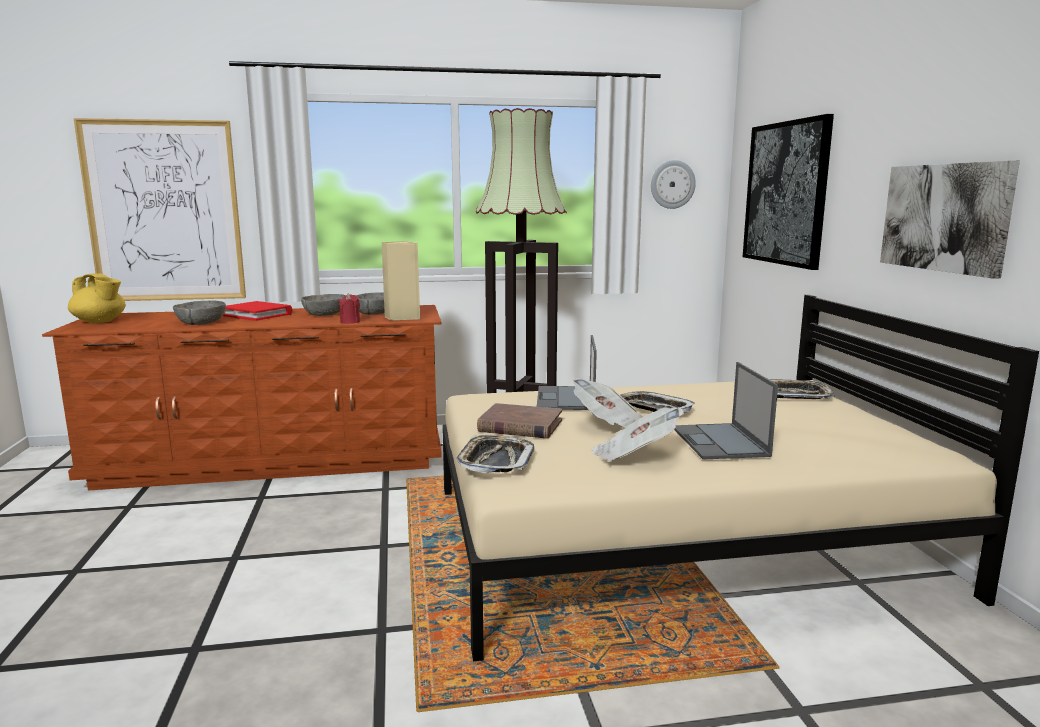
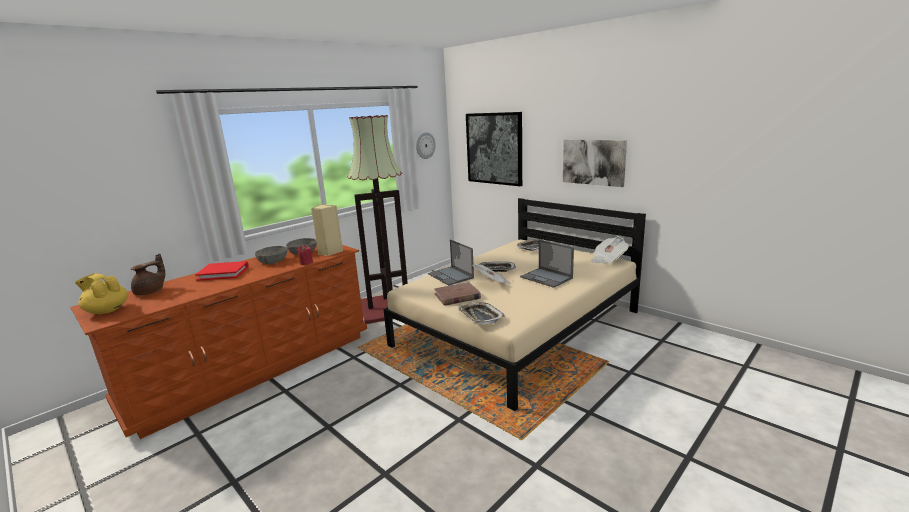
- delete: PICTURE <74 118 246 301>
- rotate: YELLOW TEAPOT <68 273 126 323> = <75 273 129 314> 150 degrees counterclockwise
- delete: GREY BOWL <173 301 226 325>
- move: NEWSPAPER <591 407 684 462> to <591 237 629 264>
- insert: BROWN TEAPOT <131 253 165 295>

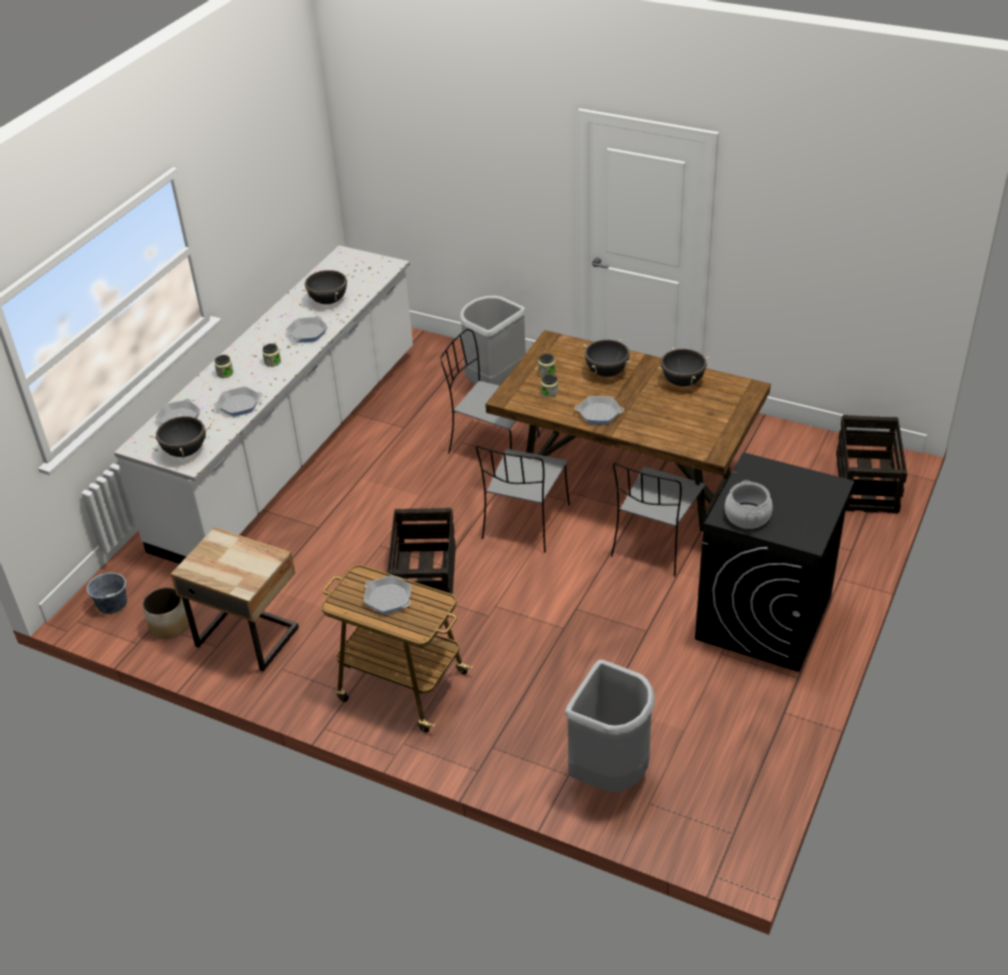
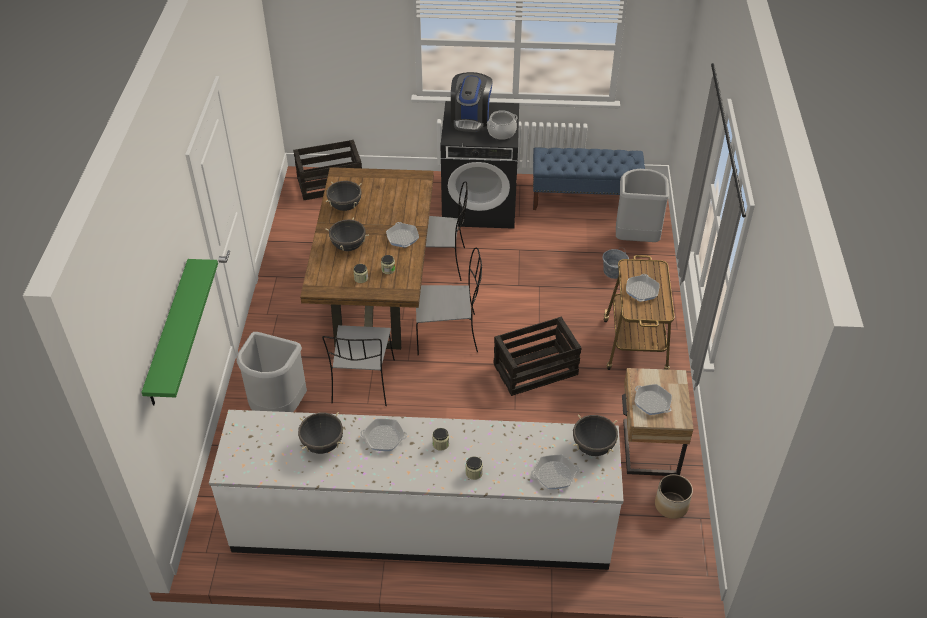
- move: FRYING PAN <214 387 262 416> to <635 384 672 415>
- move: GREY BUCKET <86 567 127 614> to <603 249 629 279>
- insert: COFFEE MACHINE <451 72 493 132>
- insert: BLUE BENCH <533 147 645 210>
- insert: GREEN SHELF <141 259 218 405>

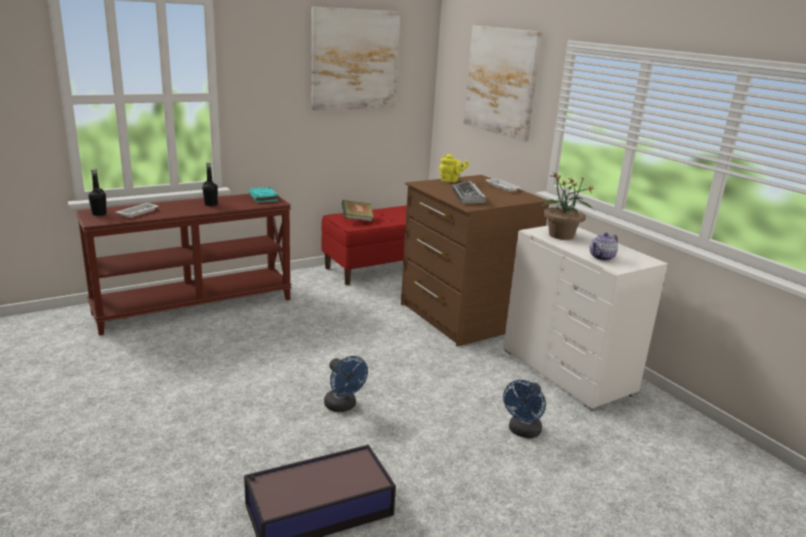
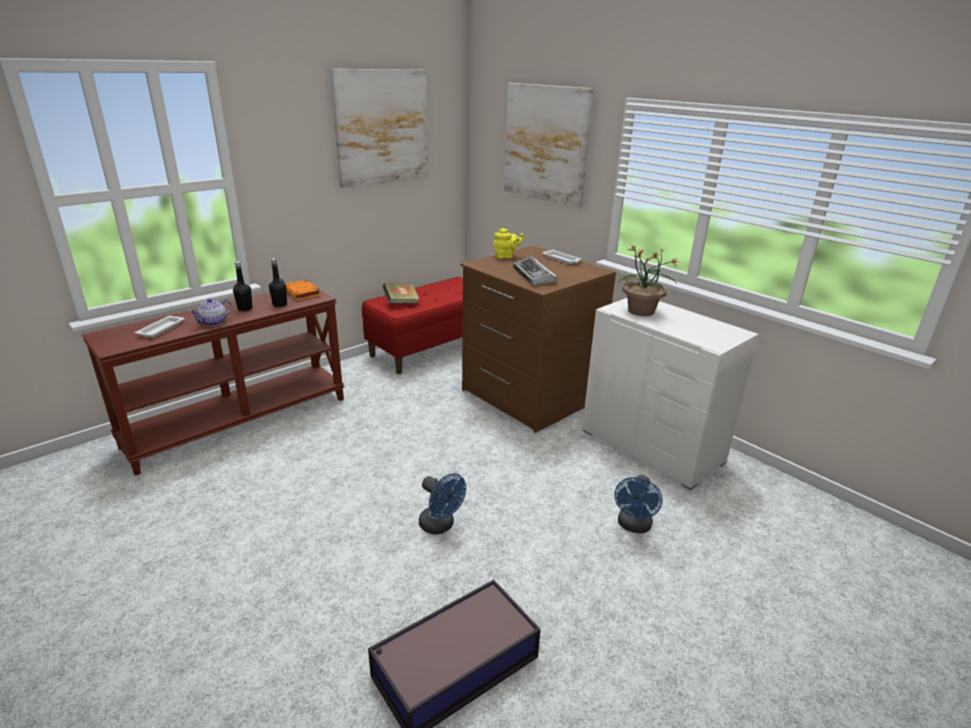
- move: BLACK BOTTLE <88 169 106 216> to <269 258 287 307>
- recolor: TURQUOISE BOOK <248 187 279 202> to ORANGE BOOK <285 280 321 300>
- move: TEAPOT <590 232 618 261> to <189 298 232 326>

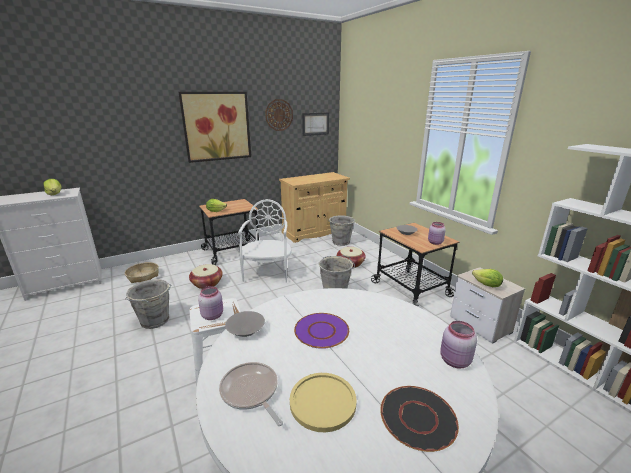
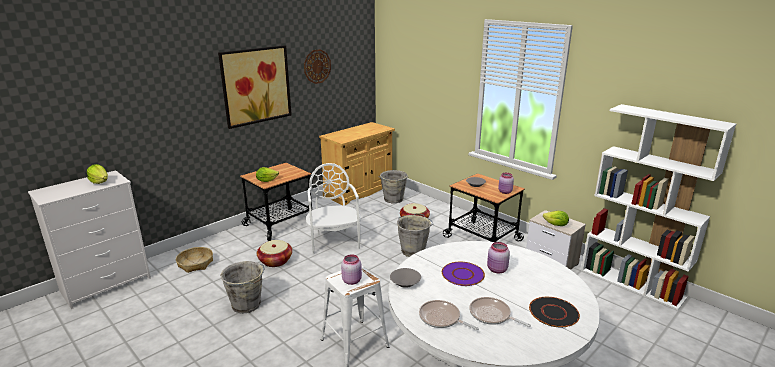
- delete: PICTURE <302 112 329 136>
- move: PINK JAR <440 321 477 369> to <487 242 510 274>
- replace: YELLOW PLATE <290 373 357 432> to FRYING PAN <469 297 531 327>

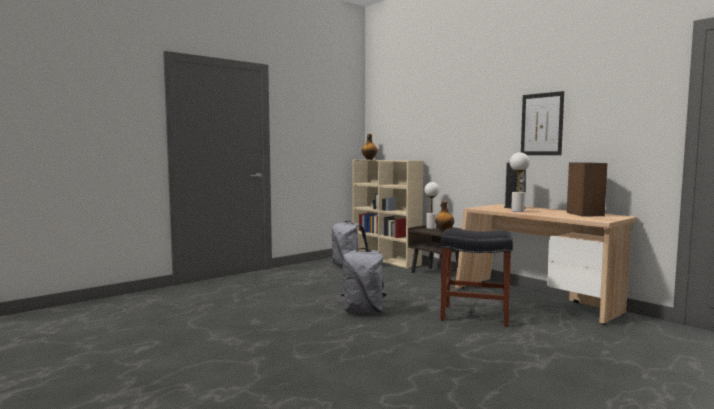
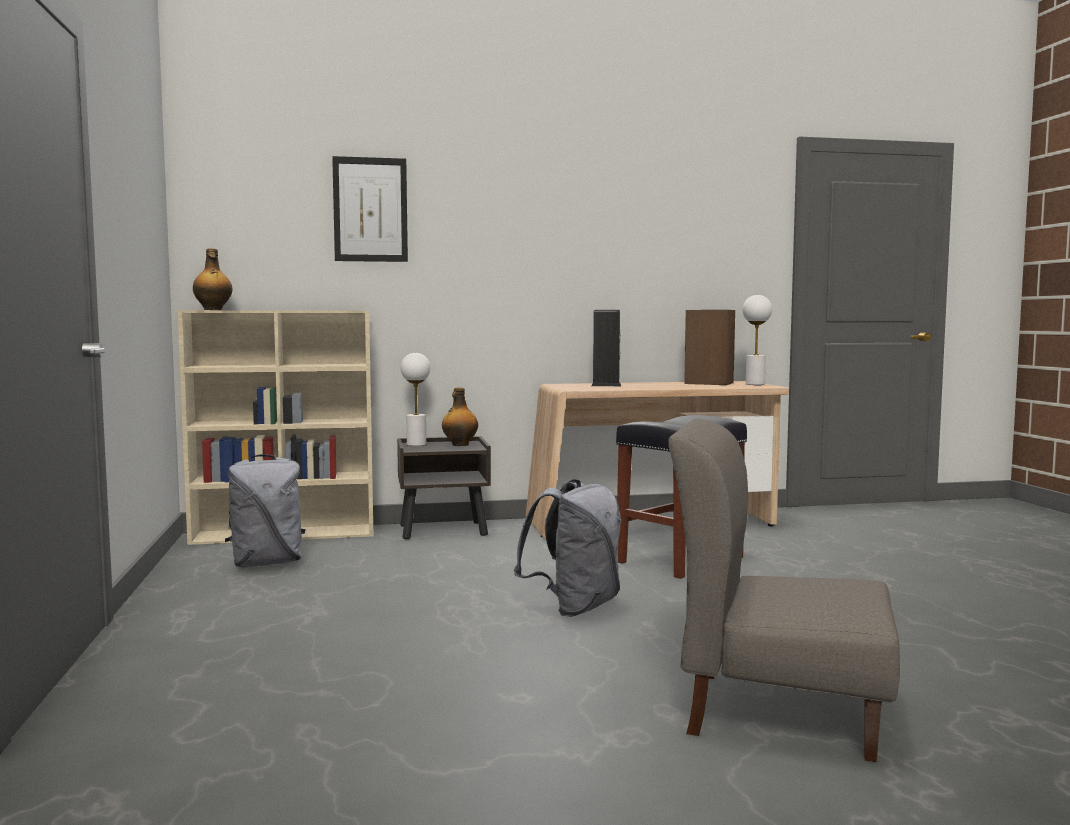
- move: PICTURE <521 91 564 155> to <332 156 408 262>
- move: WHITE TABLE LAMP <510 152 530 212> to <743 295 772 385>
- insert: GREY CHAIR <668 418 900 762>

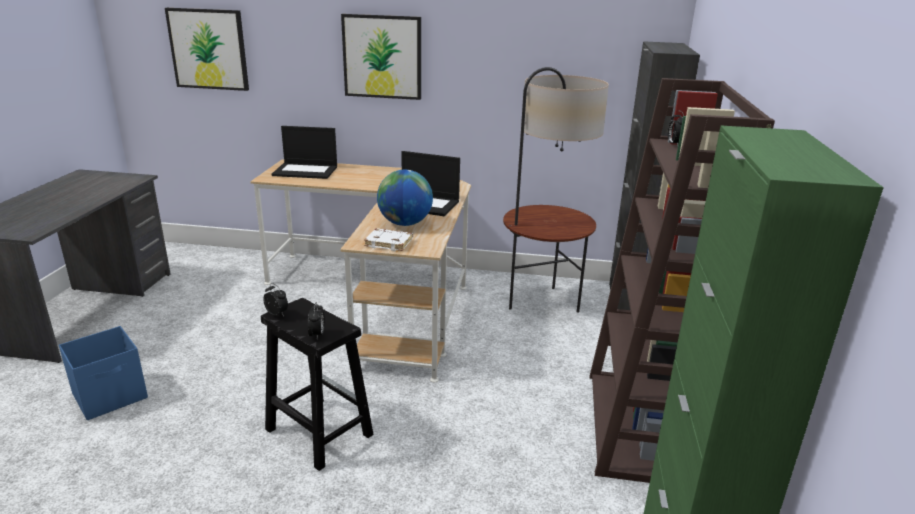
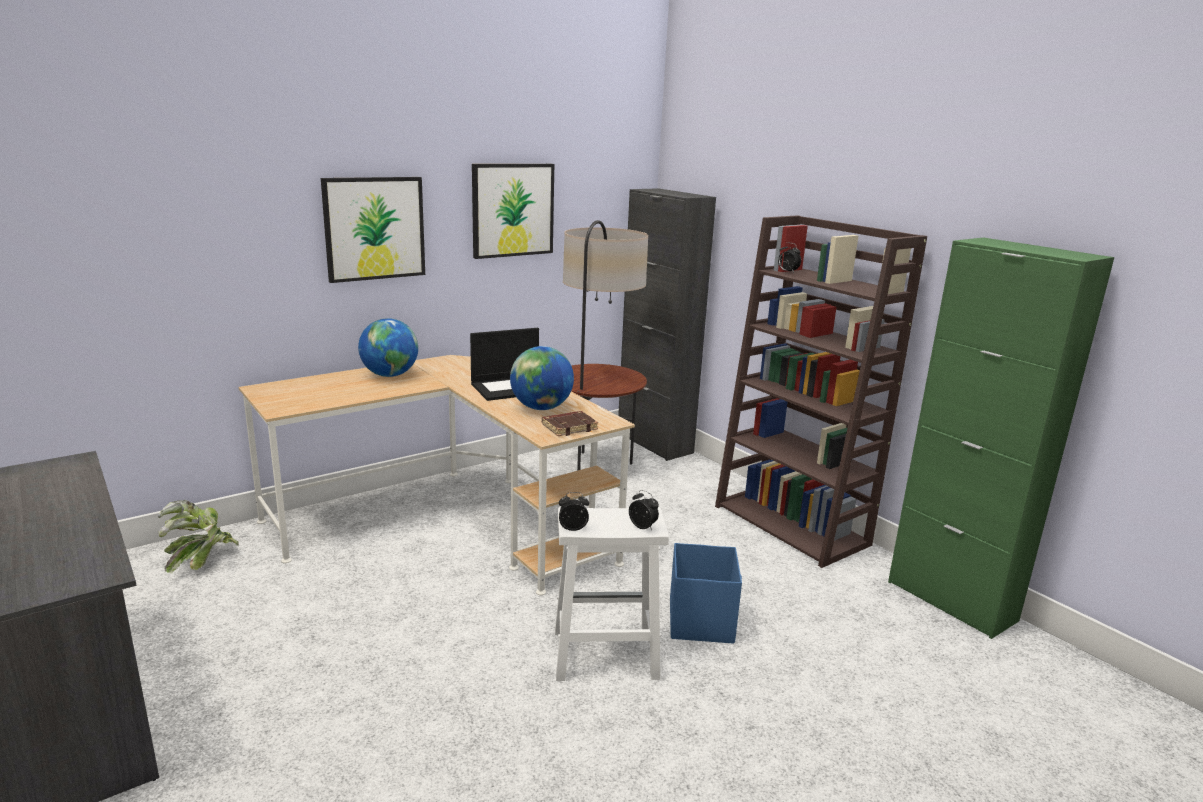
- move: PICTURE <165 8 249 91> to <472 164 554 259>
- delete: LAPTOP <271 126 337 179>
- recolor: WHITE BOOK <364 228 413 251> to BROWN BOOK <542 411 598 436>
- recolor: BLACK STOOL <261 298 373 471> to WHITE STOOL <555 507 669 681>
- move: BLUE STORAGE BOX <59 326 148 420> to <670 543 742 644>
- insert: GLOBE <358 318 418 377>
- insert: POTTED PLANT <158 500 239 573>

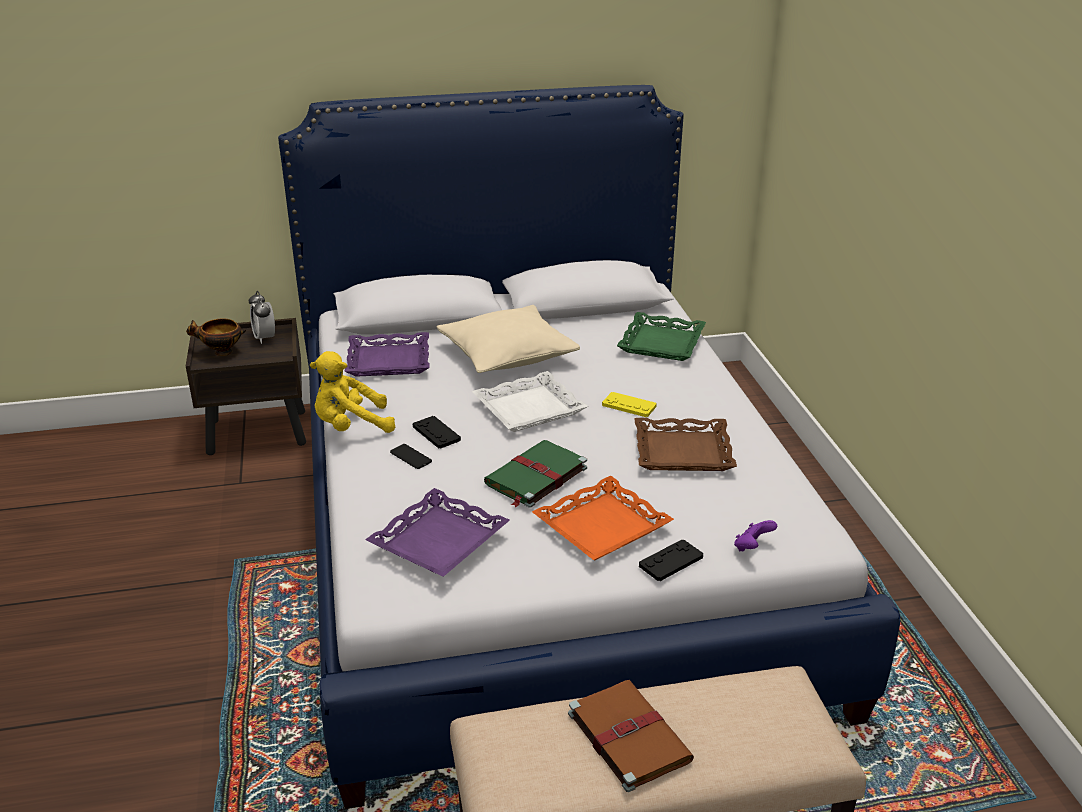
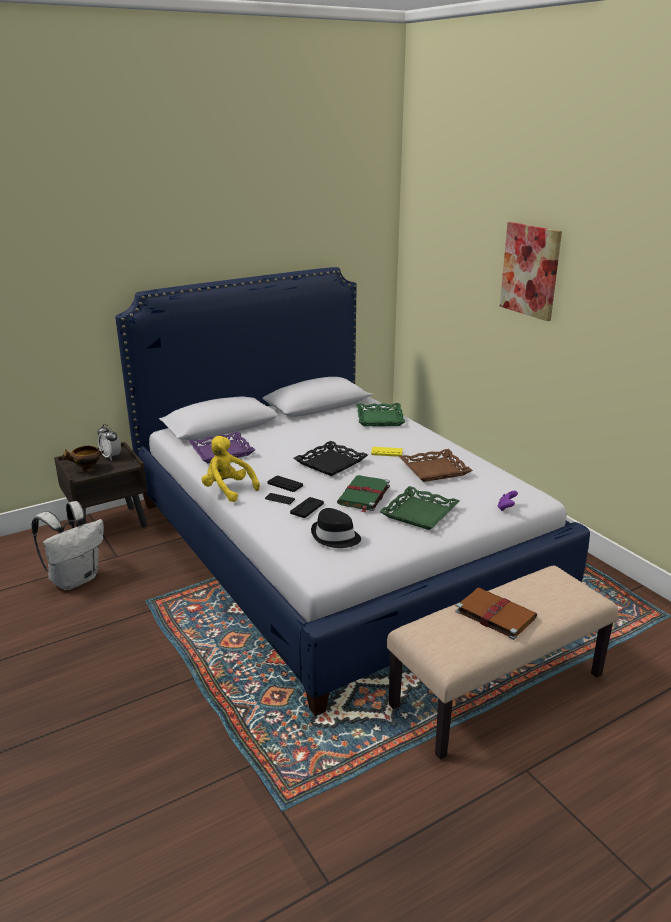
- delete: BEIGE PILLOW <437 305 580 373>
- rotate: YELLOW PLUSH TOY <310 351 395 433> = <202 436 260 502> 75 degrees clockwise
- recolor: WHITE TRAY <472 371 588 432> to BLACK TRAY <293 441 368 476>
- recolor: ORANGE TRAY <532 476 674 560> to GREEN TRAY <379 486 460 530>
- replace: PURPLE TRAY <365 488 510 577> to BLACK HAT <311 508 361 548>
- move: BLACK GAME CONTROLLER <639 540 703 581> to <290 497 324 518>
- insert: PICTURE <500 222 562 321>
- insert: WHITE BACKPACK <32 501 104 590>

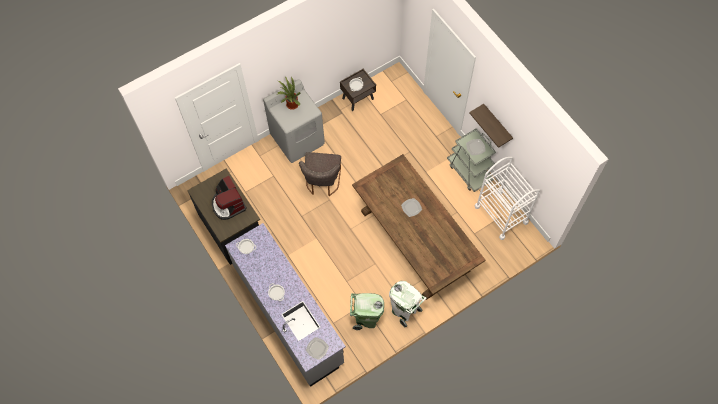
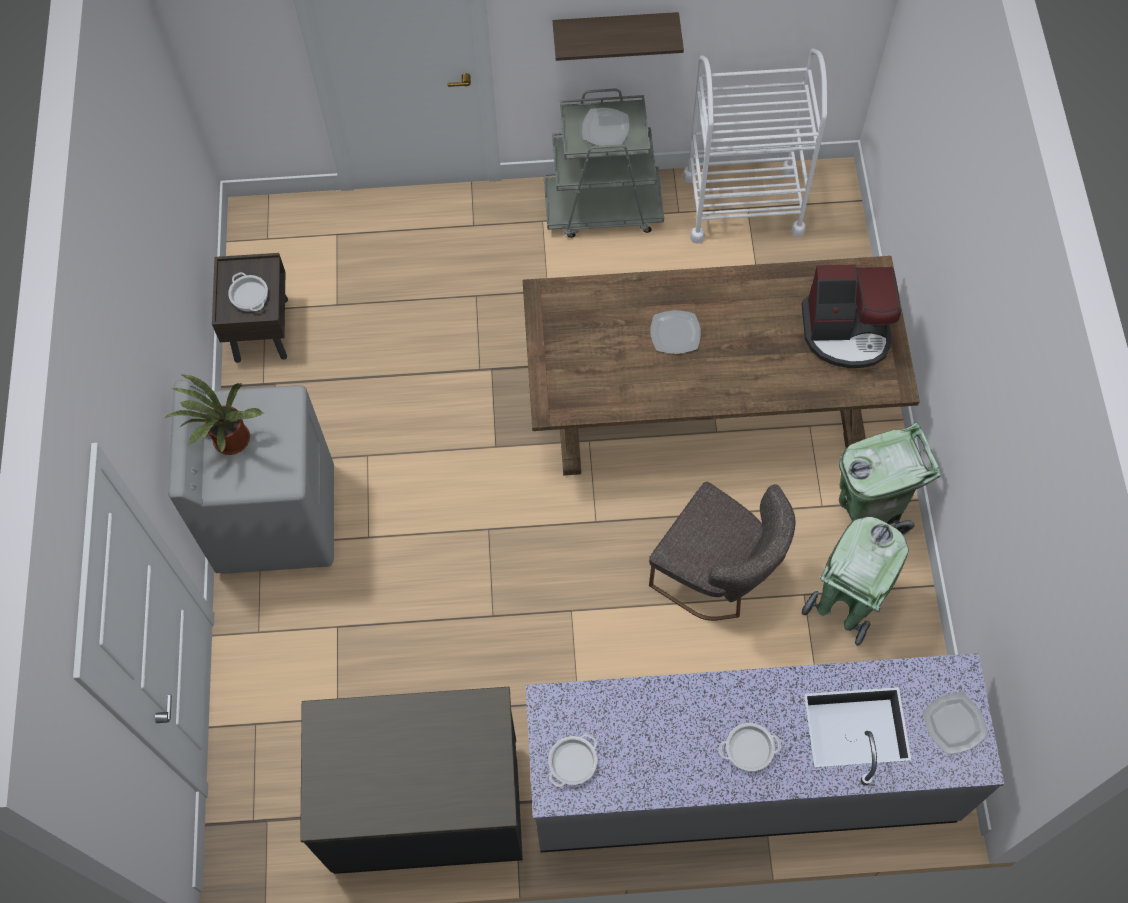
- move: GREY CHAIR <299 152 341 196> to <649 481 796 621>
- move: COFFEE MACHINE <212 176 247 220> to <802 264 901 368>
- recolor: WHITE TRASH CAN <389 281 427 327> to GREEN TRASH CAN <839 422 941 535>

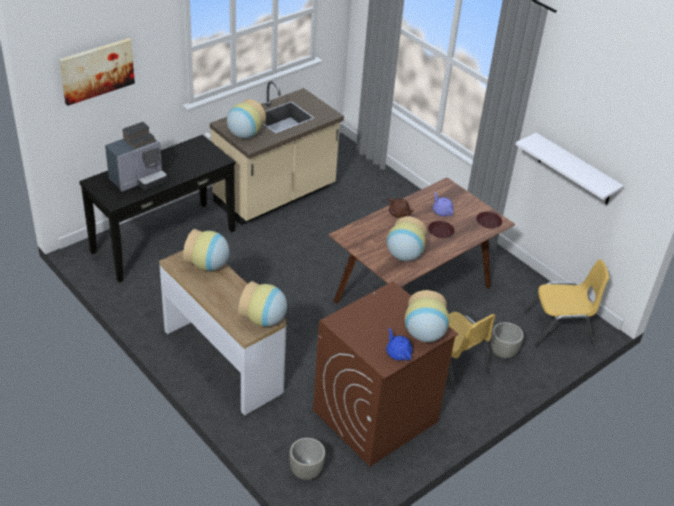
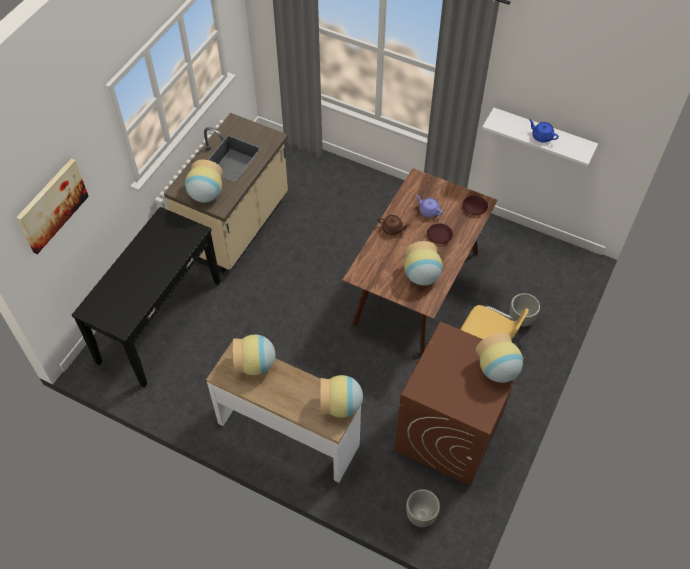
- delete: COFFEE MACHINE <105 122 167 192>
- delete: YELLOW CHAIR <525 259 609 347>
- move: BLUE TEAPOT <386 328 412 360> to <529 119 559 143>

